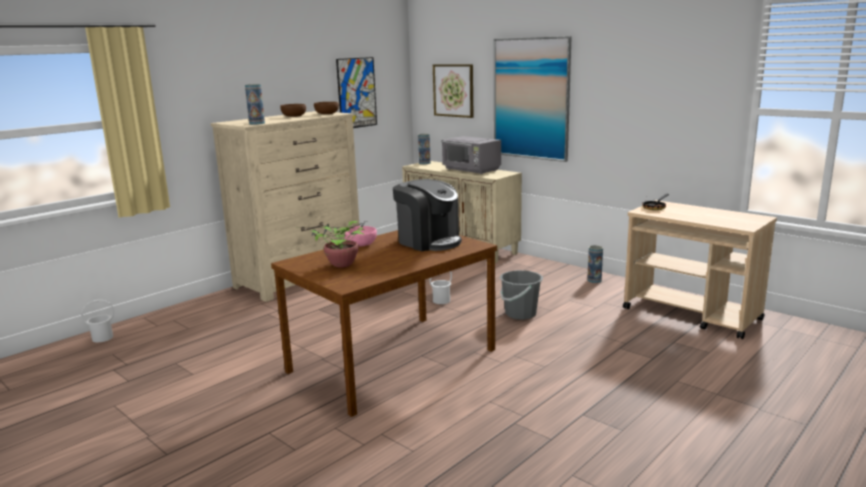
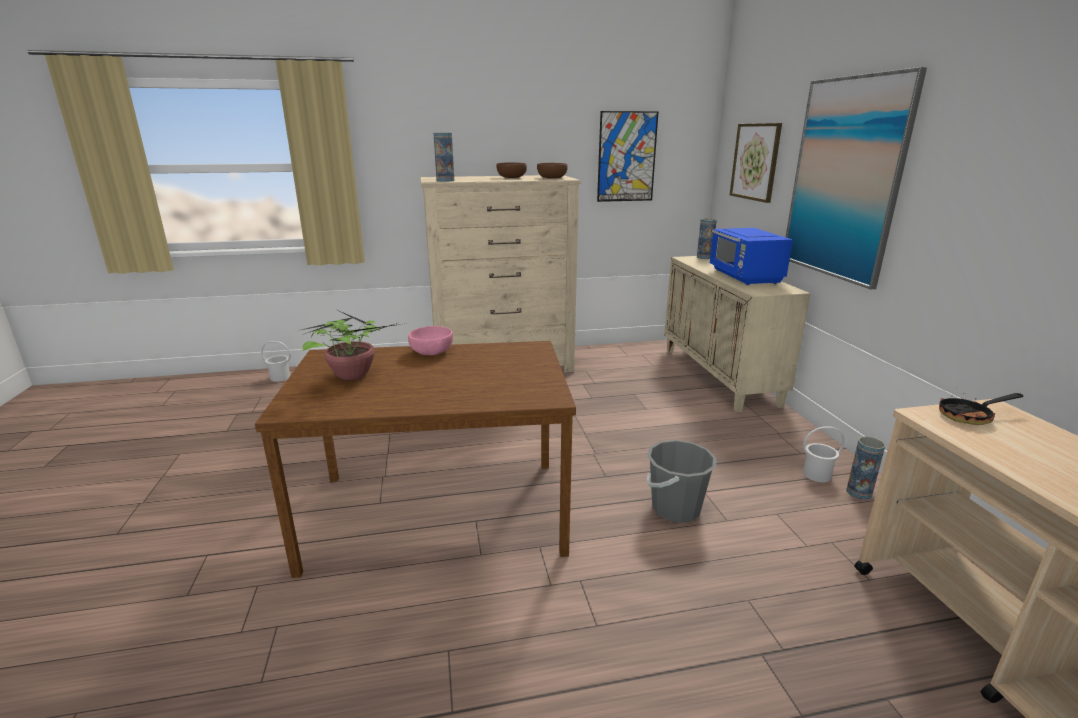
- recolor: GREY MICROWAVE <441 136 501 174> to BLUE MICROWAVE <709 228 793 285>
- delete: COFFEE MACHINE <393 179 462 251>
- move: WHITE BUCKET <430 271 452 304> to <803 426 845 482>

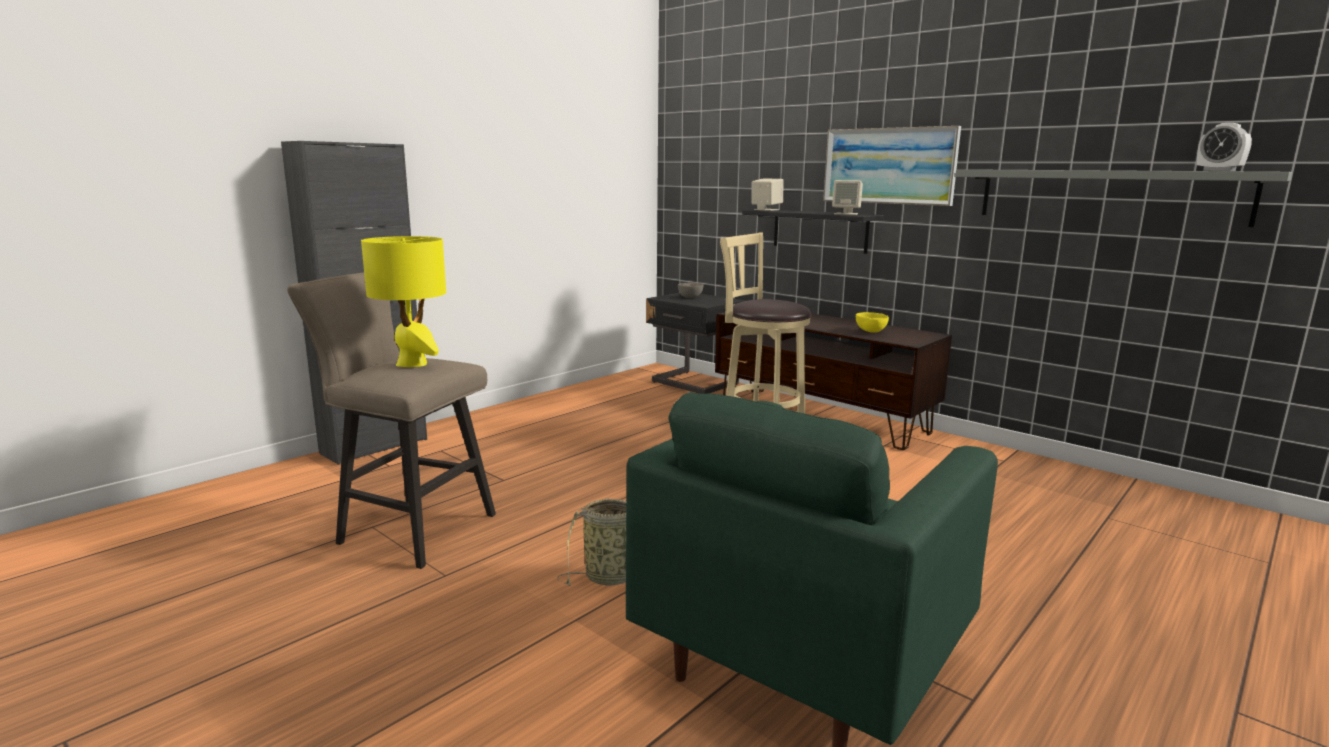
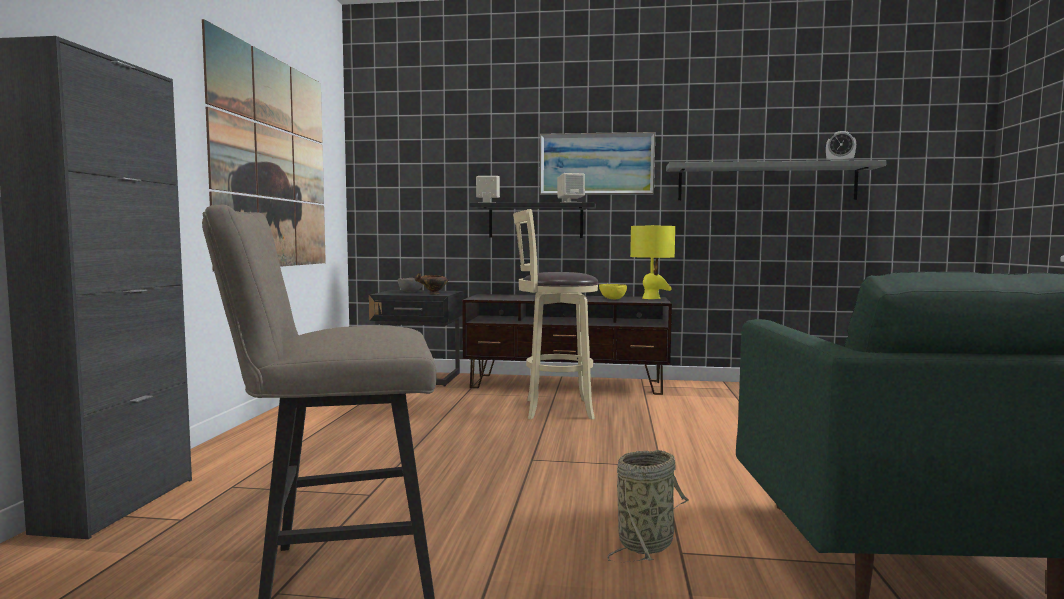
- move: YELLOW TABLE LAMP <361 236 446 367> to <630 225 675 299>
- insert: PICTURE <202 19 326 272>
- insert: BOWL <414 273 449 294>

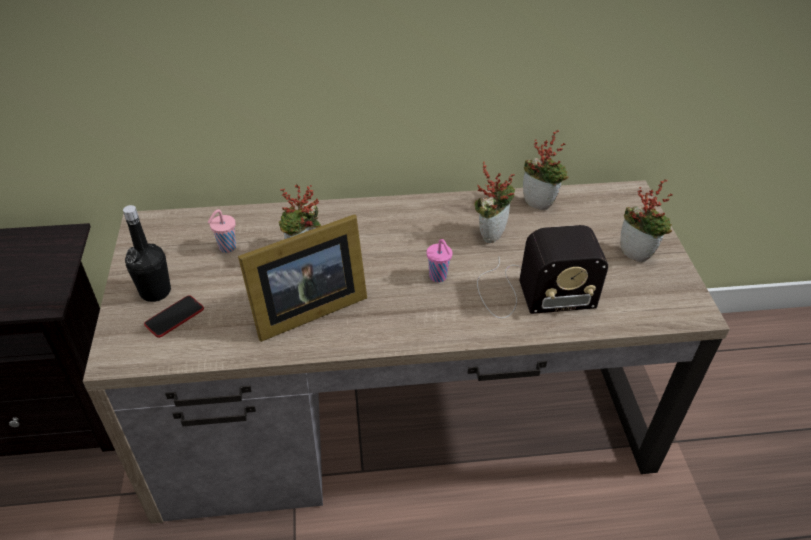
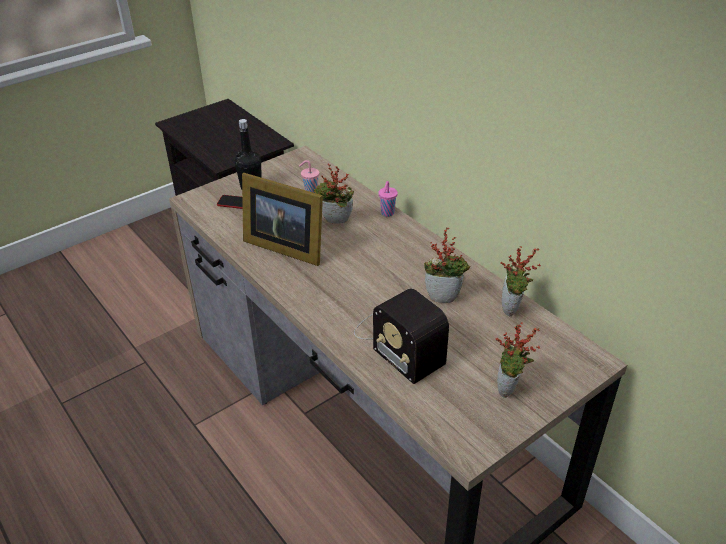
- move: PINK CUP <427 239 453 282> to <378 181 398 217>

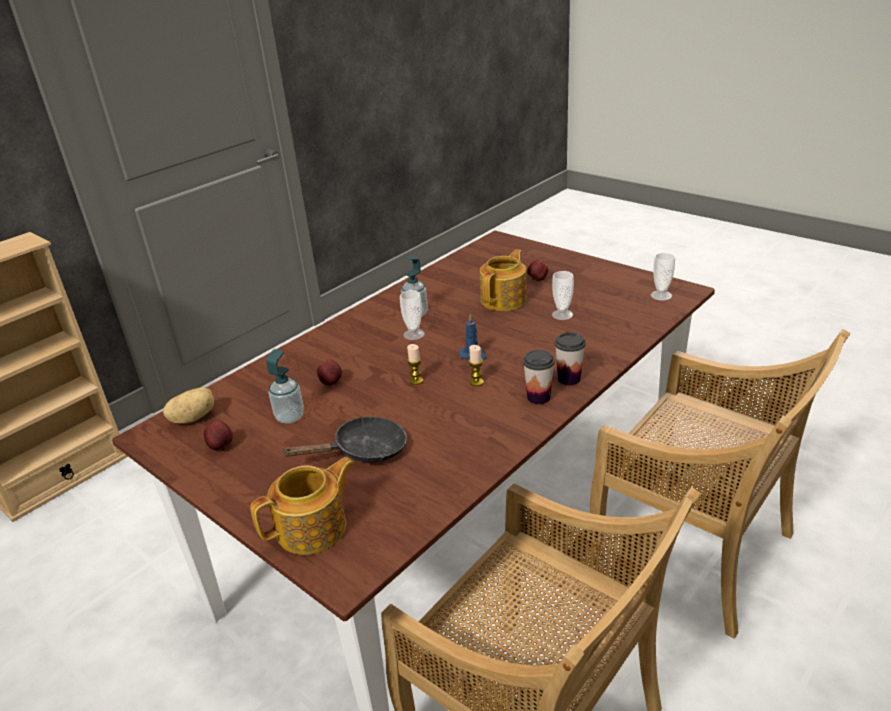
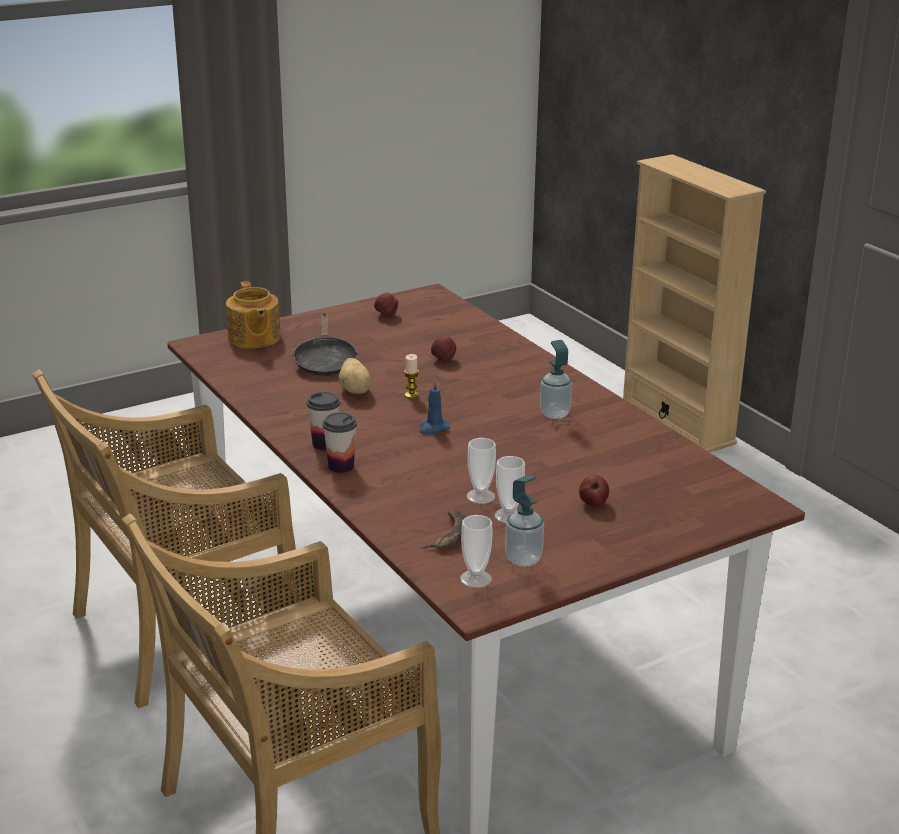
- delete: TEAPOT <480 249 527 311>
- move: CUP <400 290 425 340> to <494 456 525 523>
- delete: CANDLE <469 345 484 386>
- move: SOAP DISPENSER <266 349 304 424> to <505 475 544 567>
- move: POTATO <163 387 214 424> to <339 358 371 394>
- insert: BANANA <420 510 466 549>

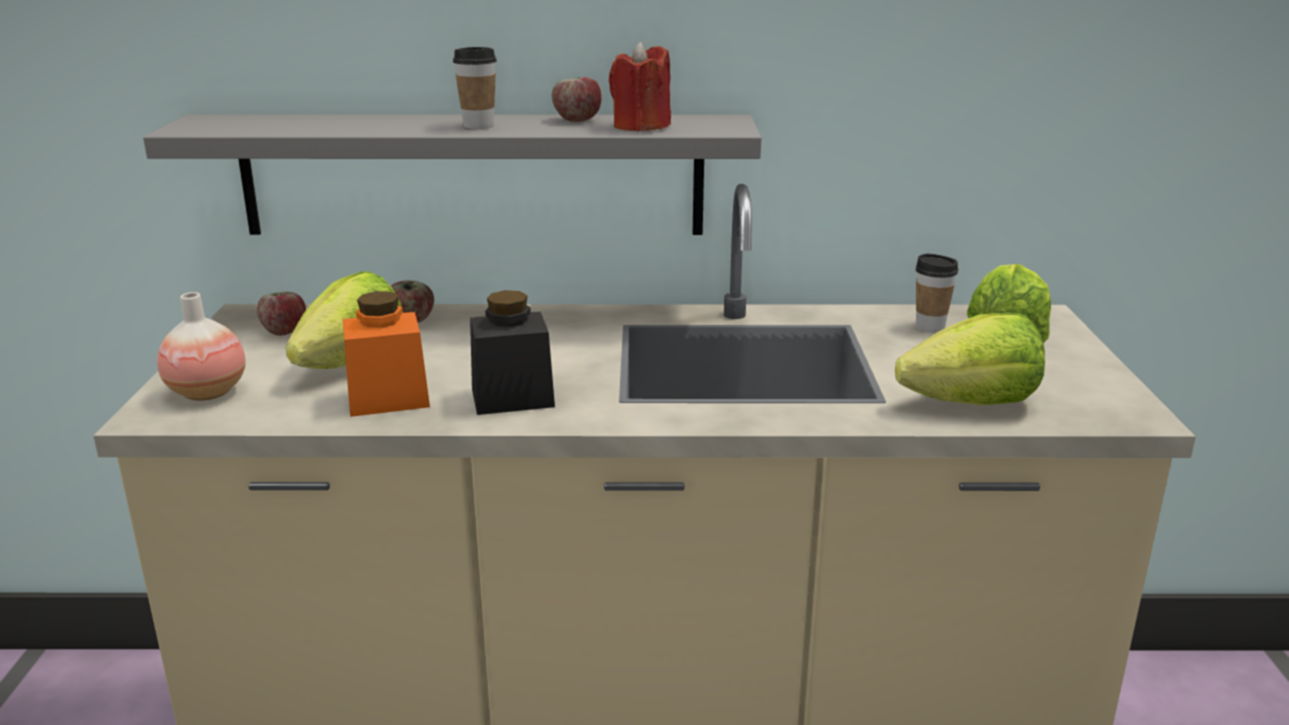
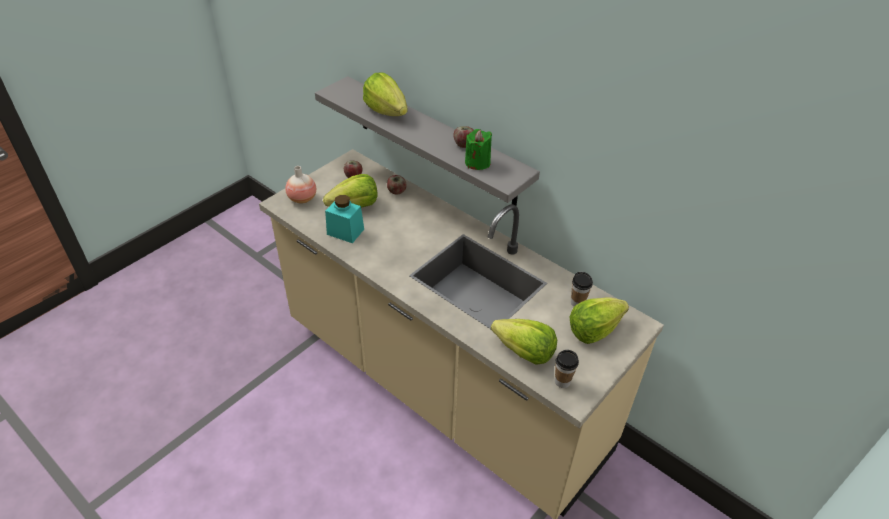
- recolor: RED CANDLE <609 42 671 132> to GREEN CANDLE <465 129 492 170>
- move: CUP <453 47 497 129> to <555 350 579 388>
- delete: BLACK JAR <470 290 555 415>
- recolor: ORANGE JAR <343 291 430 417> to TURQUOISE JAR <325 195 364 243>
- insert: LETTUCE <363 72 408 116>

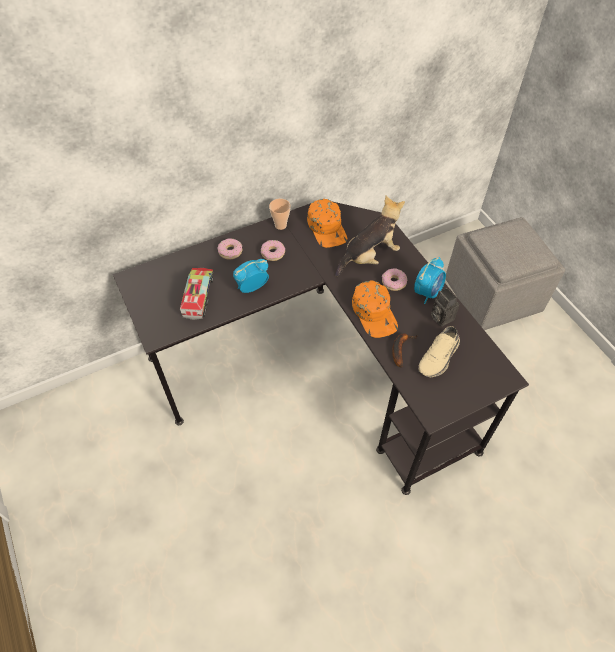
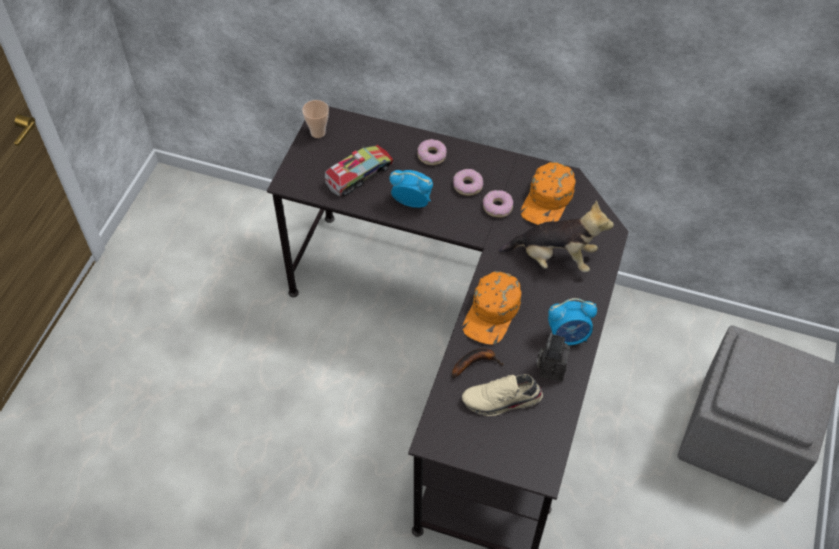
- move: CUP <269 199 291 230> to <302 100 329 138>
- move: DONUT <382 268 407 291> to <483 190 513 218>

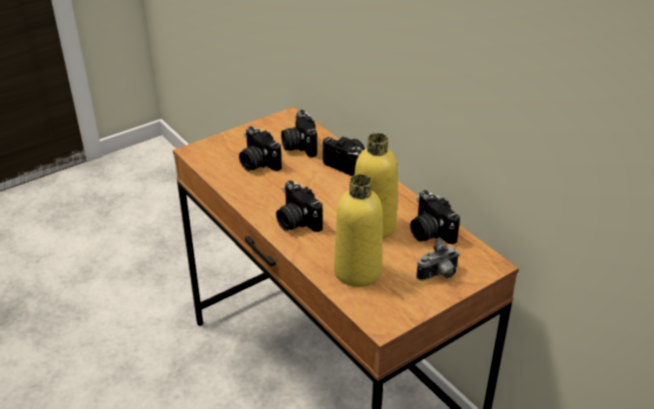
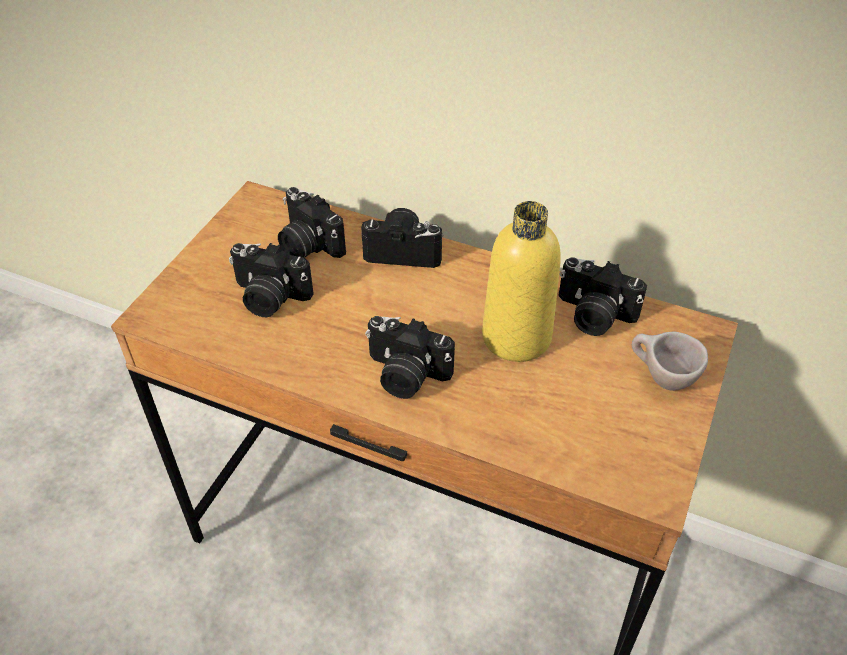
- delete: YELLOW BOTTLE <334 174 383 287>
- replace: PHOTO CAMERA <416 238 460 281> to BEIGE CUP <632 331 708 391>

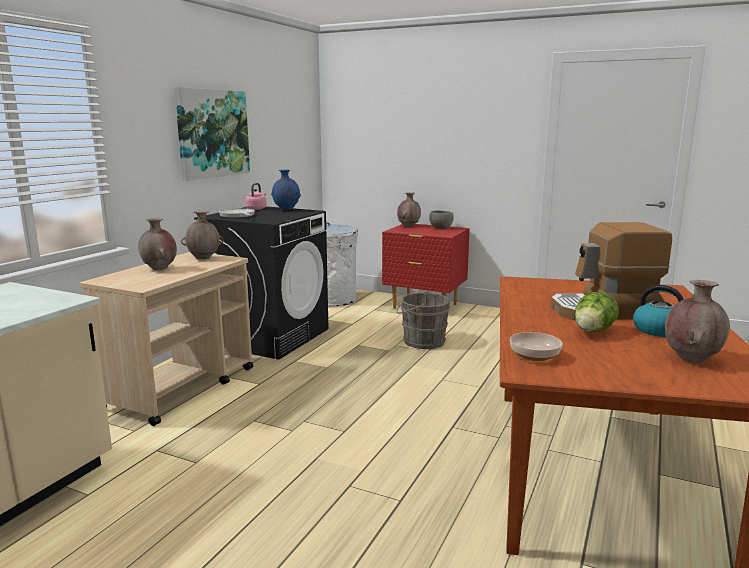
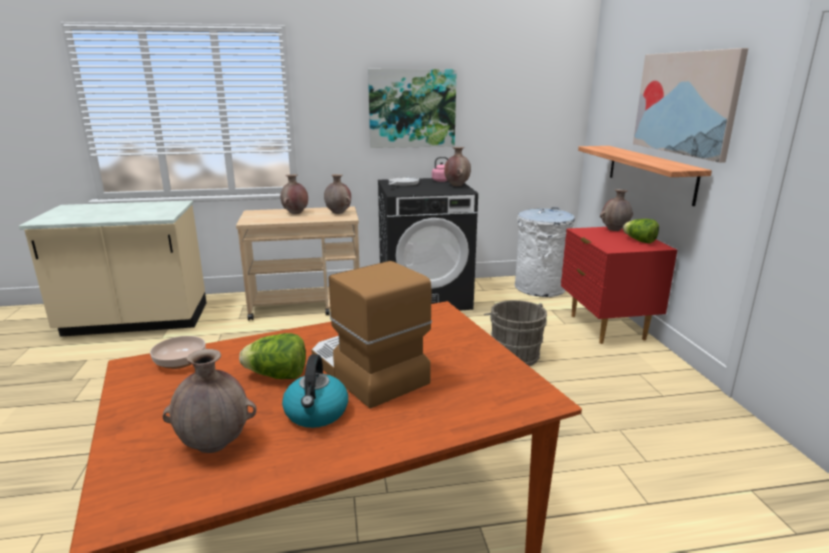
- recolor: BLUE VASE <271 170 301 210> to BROWN VASE <444 147 471 186>
- replace: GREY BOWL <429 210 454 229> to LETTUCE <623 219 659 244>
- insert: PICTURE <633 48 748 163>
- insert: SHELF <578 146 712 206>

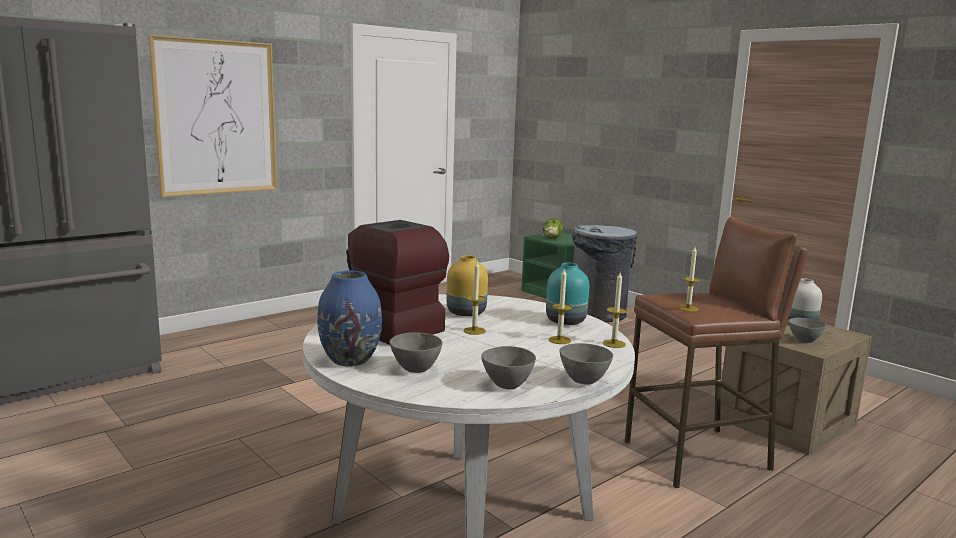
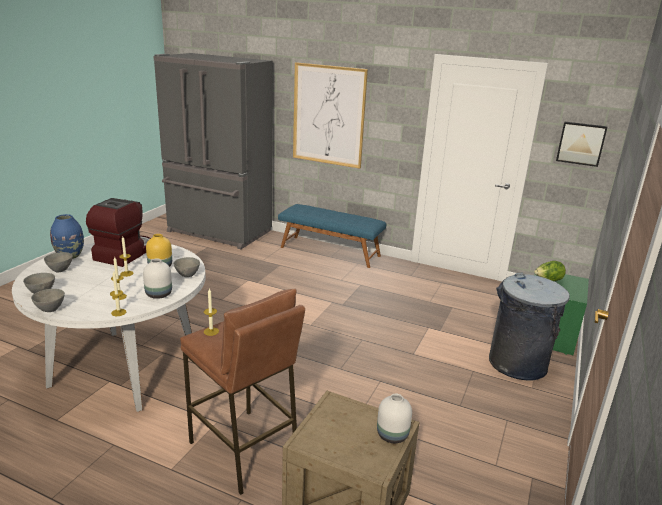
- recolor: TURQUOISE VASE <546 262 589 325> to WHITE VASE <143 258 172 299>
- move: GREY BOWL <788 318 826 343> to <174 257 200 277>
- insert: PICTURE <556 122 608 167>
- insert: BLUE BENCH <278 204 386 268>

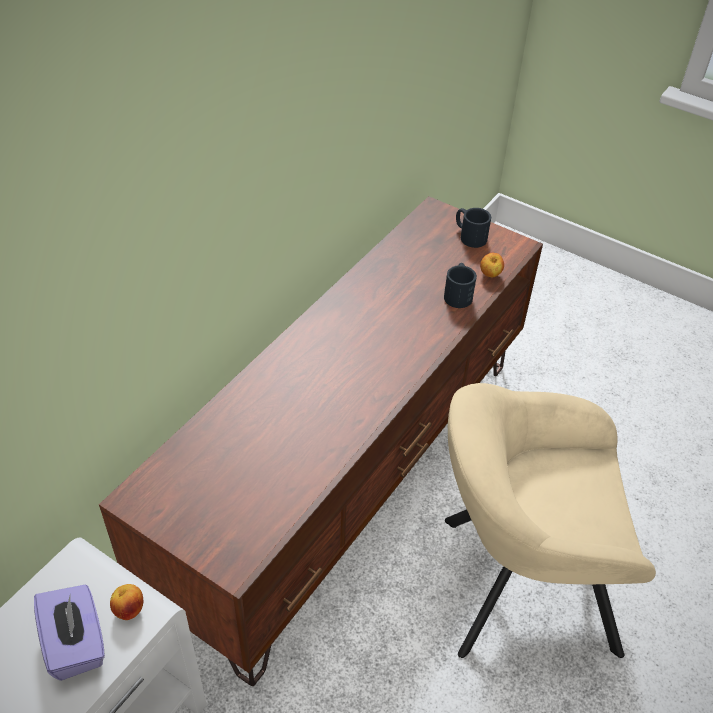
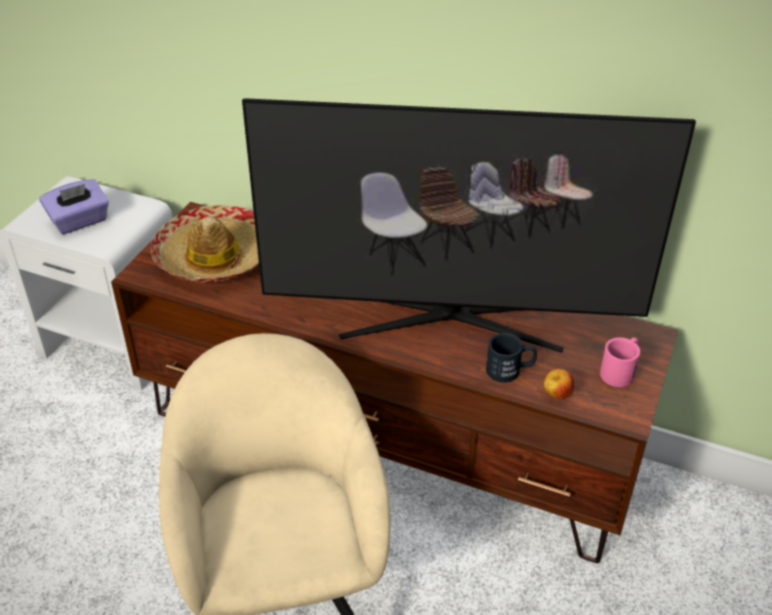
- recolor: BLACK MUG <456 208 491 248> to PINK MUG <600 337 640 387>
- delete: APPLE <110 584 143 620>
- insert: TELEVISION <242 98 696 353>
- insert: HAT <150 205 259 283>

